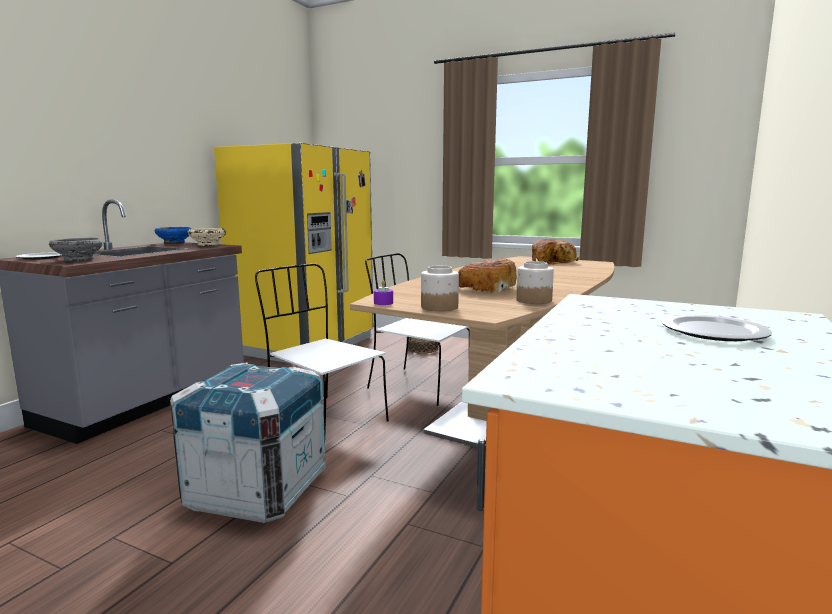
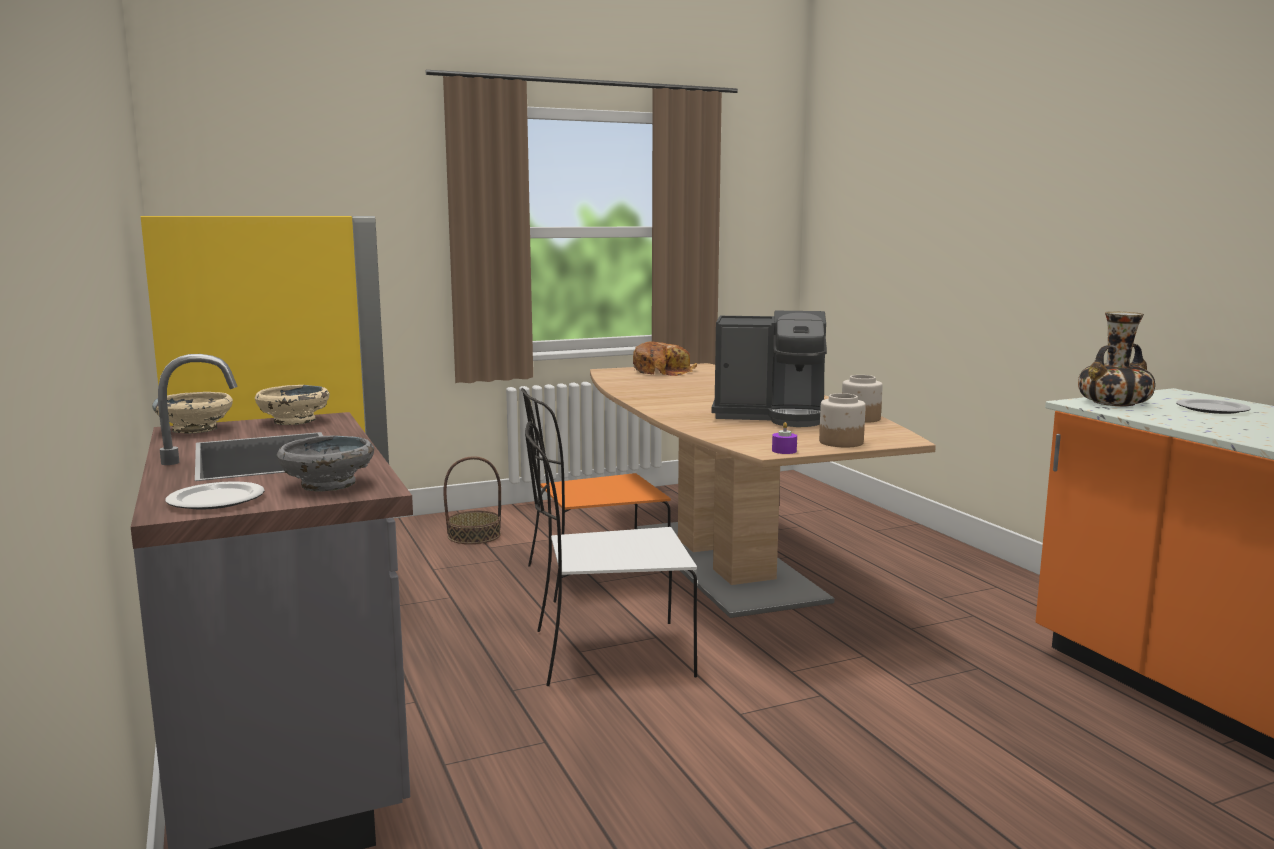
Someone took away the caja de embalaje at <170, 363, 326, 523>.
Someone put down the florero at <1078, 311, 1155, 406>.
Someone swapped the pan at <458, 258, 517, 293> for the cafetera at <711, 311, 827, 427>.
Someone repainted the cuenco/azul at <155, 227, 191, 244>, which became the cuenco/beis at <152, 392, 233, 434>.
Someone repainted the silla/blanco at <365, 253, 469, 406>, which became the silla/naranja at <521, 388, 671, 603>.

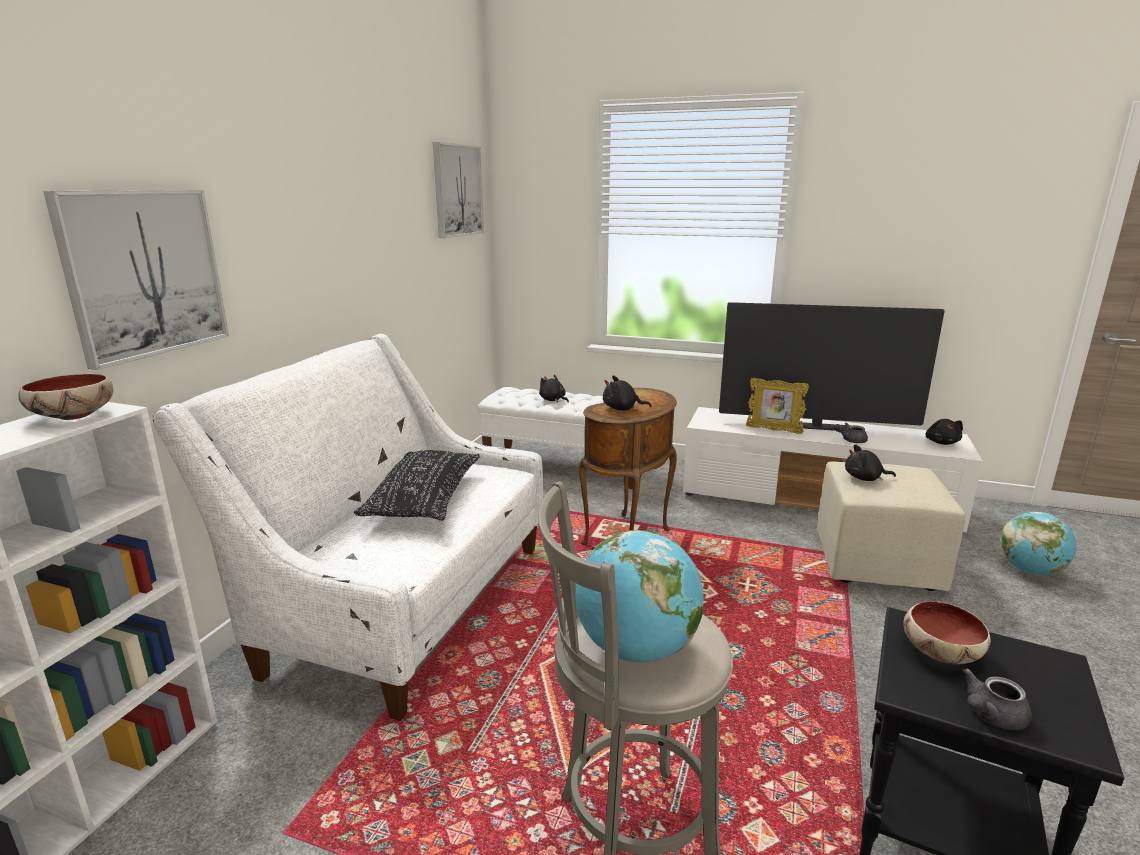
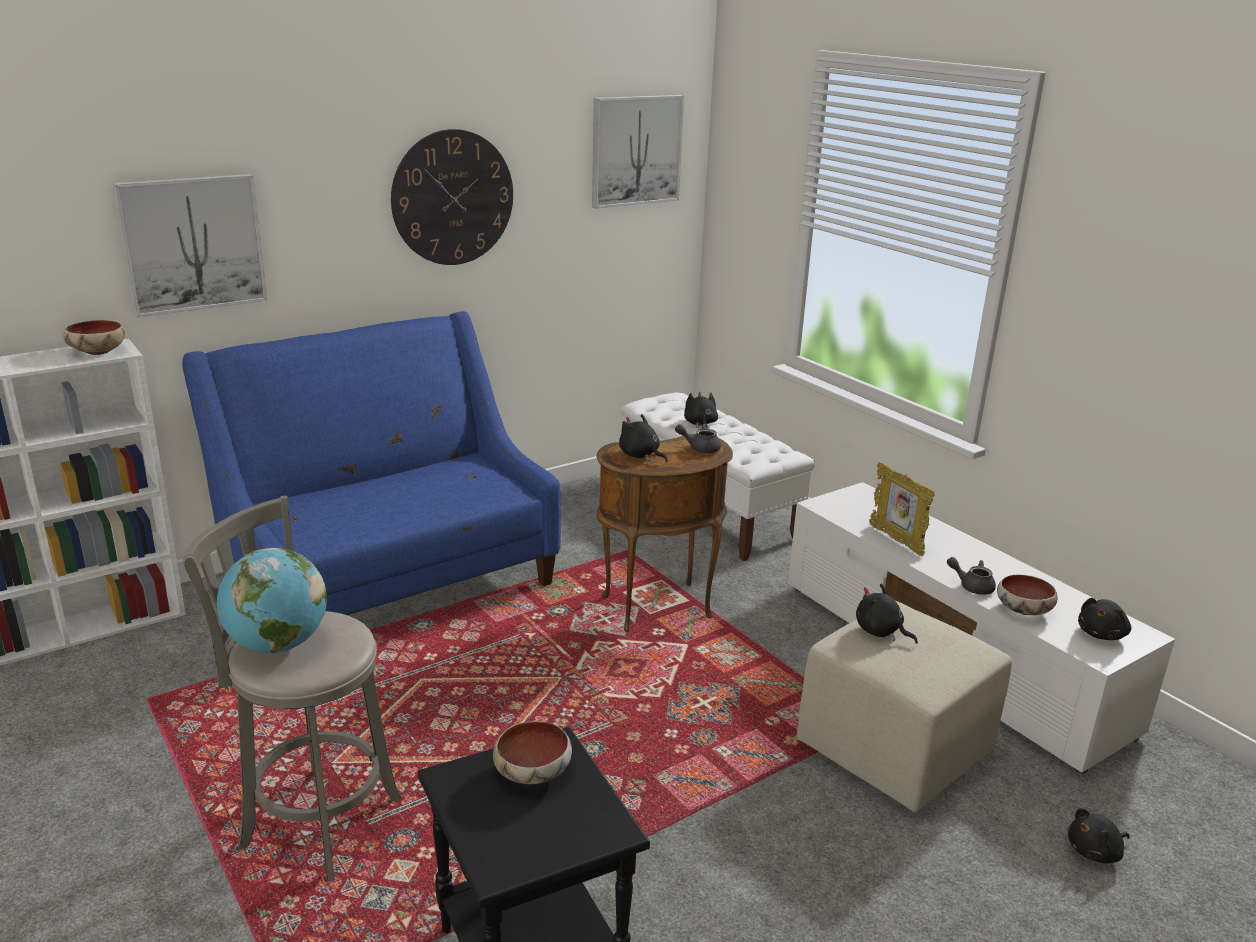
Someone took away the cojín/negro at <354, 450, 480, 521>.
Someone took away the televisor at <719, 302, 945, 431>.
Someone put up the reloj de pared at <391, 129, 513, 265>.
Someone put down the cuenco at <997, 575, 1057, 615>.
Someone carried the tetera/gris from <963, 668, 1032, 730> to <675, 424, 721, 453>.
Someone swapped the globo terráqueo at <1001, 512, 1077, 575> for the peluche/negro at <1068, 808, 1130, 864>.
Someone repainted the sofá/blanco at <152, 334, 543, 721>, which became the sofá/azul at <182, 311, 561, 615>.

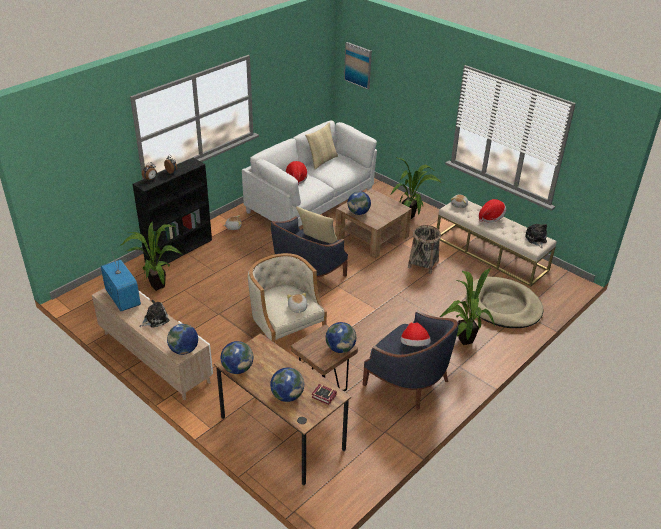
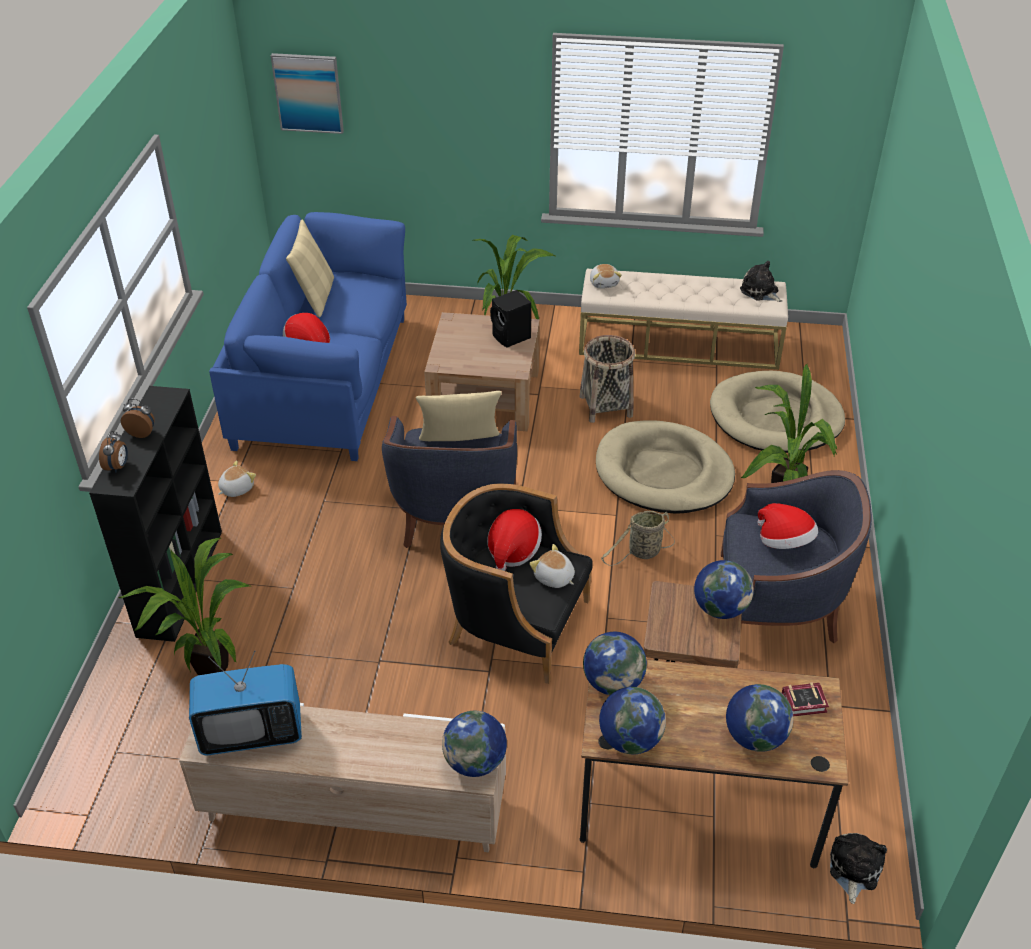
Someone put down the altavoz/negro at <490, 290, 531, 347>.
Someone put down the cama para perro/beis at <596, 421, 735, 514>.
Someone put down the cesta at <601, 511, 675, 566>.
Someone carried the peluche from <139, 300, 169, 328> to <830, 833, 887, 904>.
Someone carried the globo terráqueo from <348, 191, 371, 215> to <583, 632, 647, 695>.
Someone carried the sombrero from <479, 199, 506, 223> to <487, 509, 542, 571>.
Someone repainted the sofá/blanco at <242, 121, 377, 226>, which became the sofá/azul at <209, 212, 407, 461>.
Someone repainted the sillón/beis at <248, 253, 327, 343>, which became the sillón/negro at <440, 484, 593, 684>.
Someone rotated the televisor at <101, 249, 141, 311> by 150 degrees clockwise.

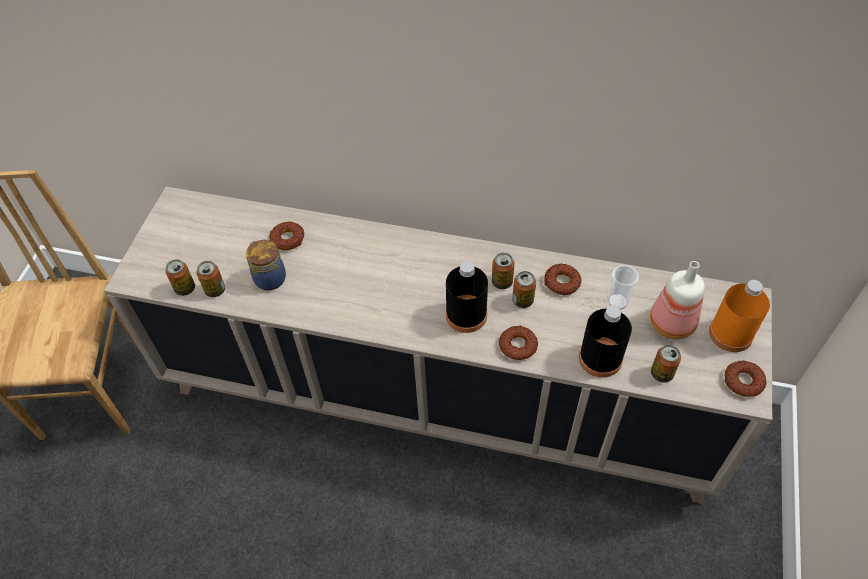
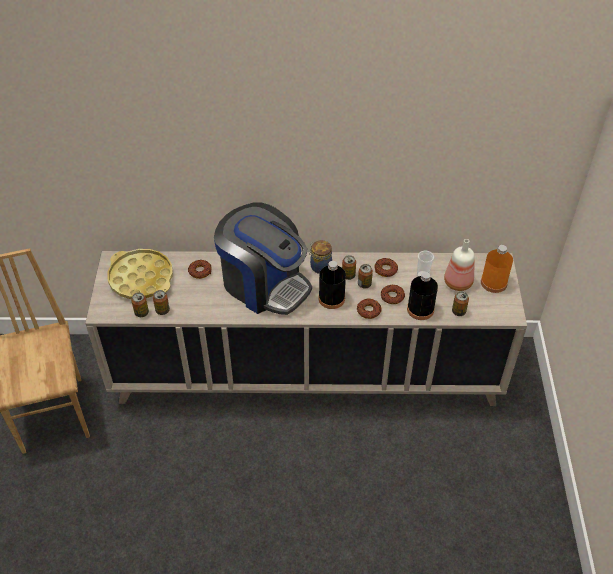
Someone put down the bandeja/amarillo at <107, 249, 173, 299>.
Someone put down the cafetera at <214, 203, 312, 315>.
Someone carried the tarro from <246, 240, 286, 290> to <310, 240, 332, 274>.
Someone carried the rosquilla from <725, 361, 767, 397> to <381, 284, 405, 304>.

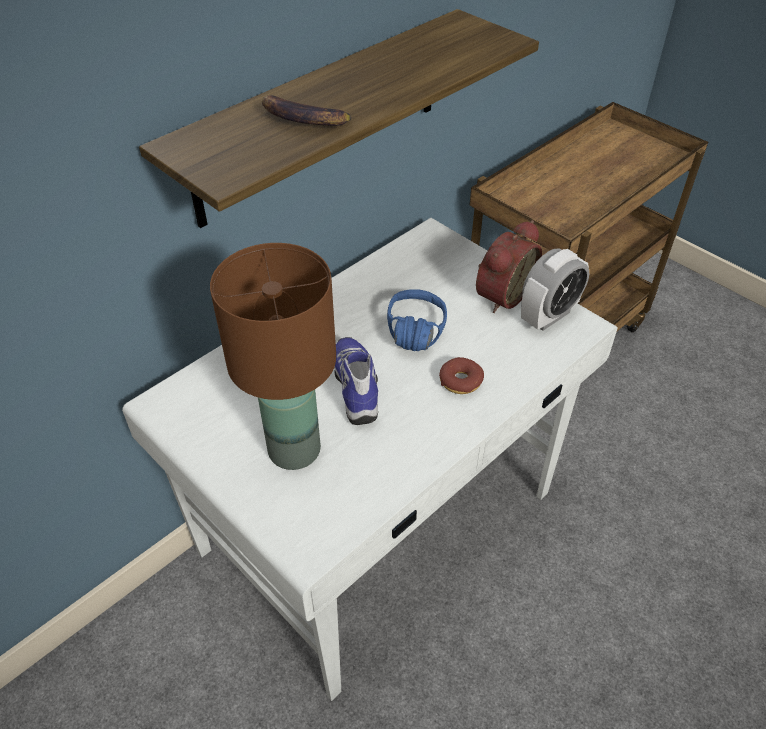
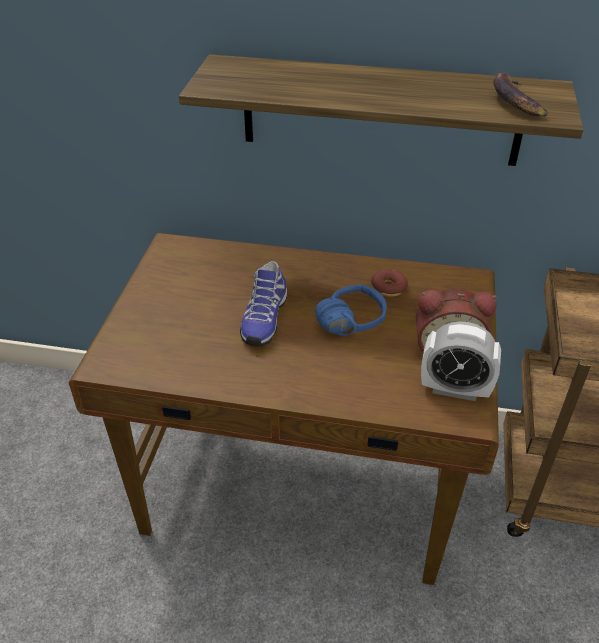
Someone took away the lámpara de mesa/marrón at <210, 243, 336, 470>.
Someone carried the plátano from <262, 95, 351, 126> to <493, 73, 548, 117>.
Someone carried the rosquilla from <439, 357, 484, 394> to <371, 269, 408, 297>.
Someone repainted the escritorio/blanco at <122, 218, 618, 701>, which became the escritorio/marrón at <69, 233, 499, 585>.
Someone rotated the zapato at <334, 337, 378, 425> by 150 degrees clockwise.

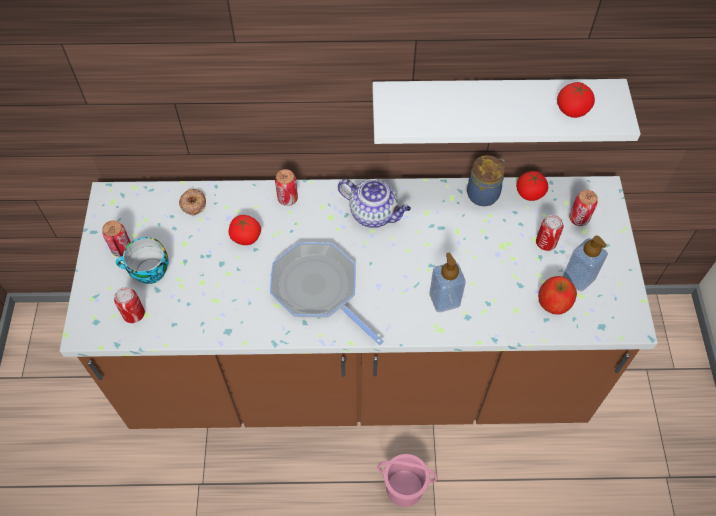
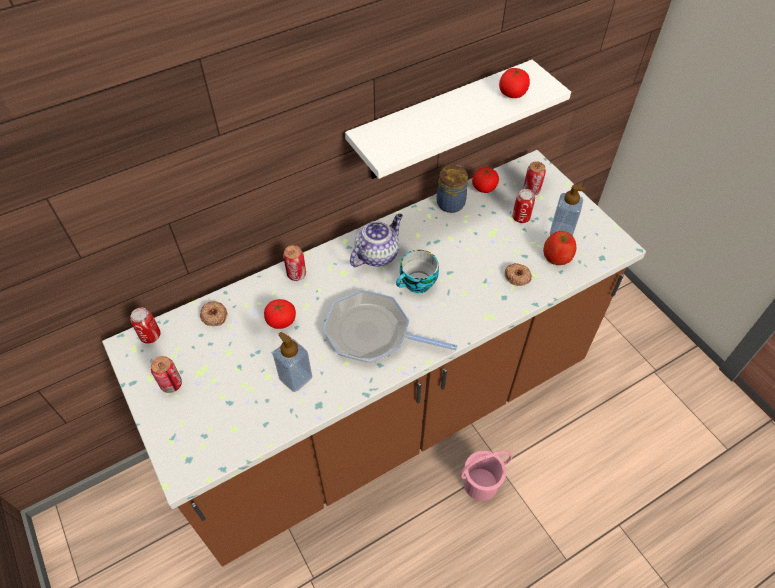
Someone put down the rosquilla at <505, 263, 532, 286>.
Someone carried the lata from <114, 287, 145, 323> to <130, 308, 161, 344>.
Someone carried the taza from <116, 237, 169, 284> to <396, 250, 439, 293>.
Someone carried the dispensador de jabón from <429, 253, 466, 312> to <273, 332, 312, 392>.
Someone rotated the tetera at <338, 179, 411, 228> by 45 degrees counterclockwise.

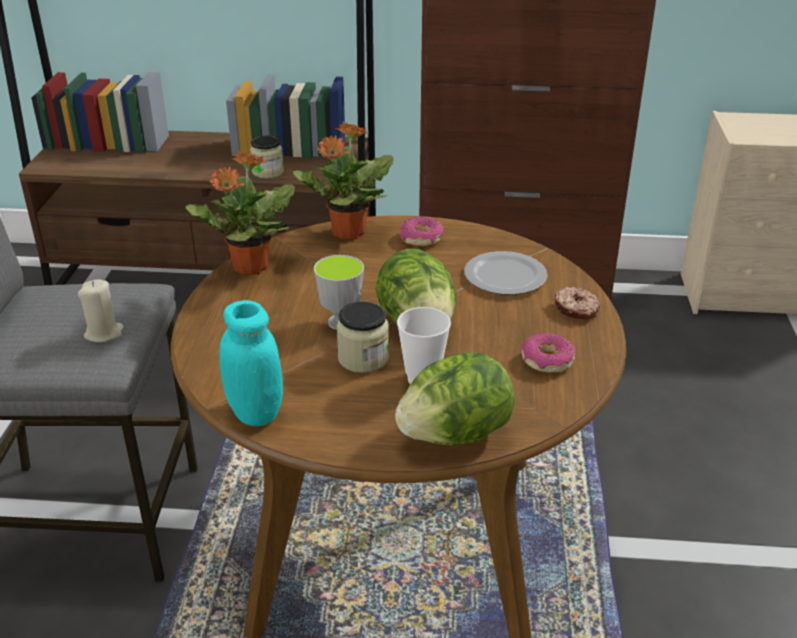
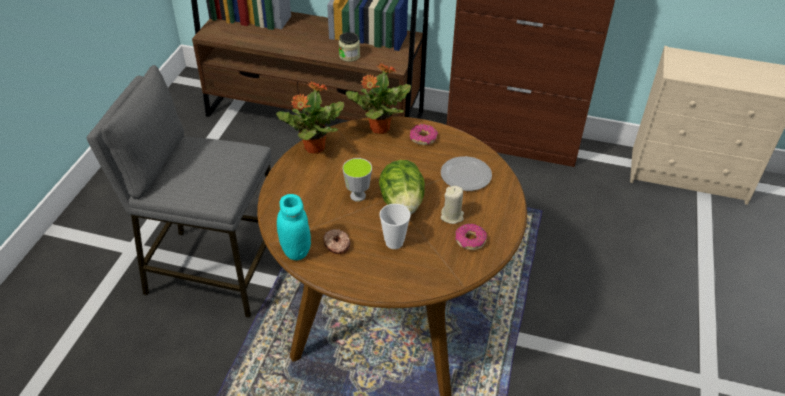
Someone took away the tarro at <337, 302, 389, 373>.
Someone took away the lechuga at <395, 352, 515, 445>.
Someone carried the vela/beis from <78, 279, 124, 342> to <441, 186, 464, 224>.
Someone carried the rosquilla from <554, 287, 600, 320> to <323, 229, 350, 254>.

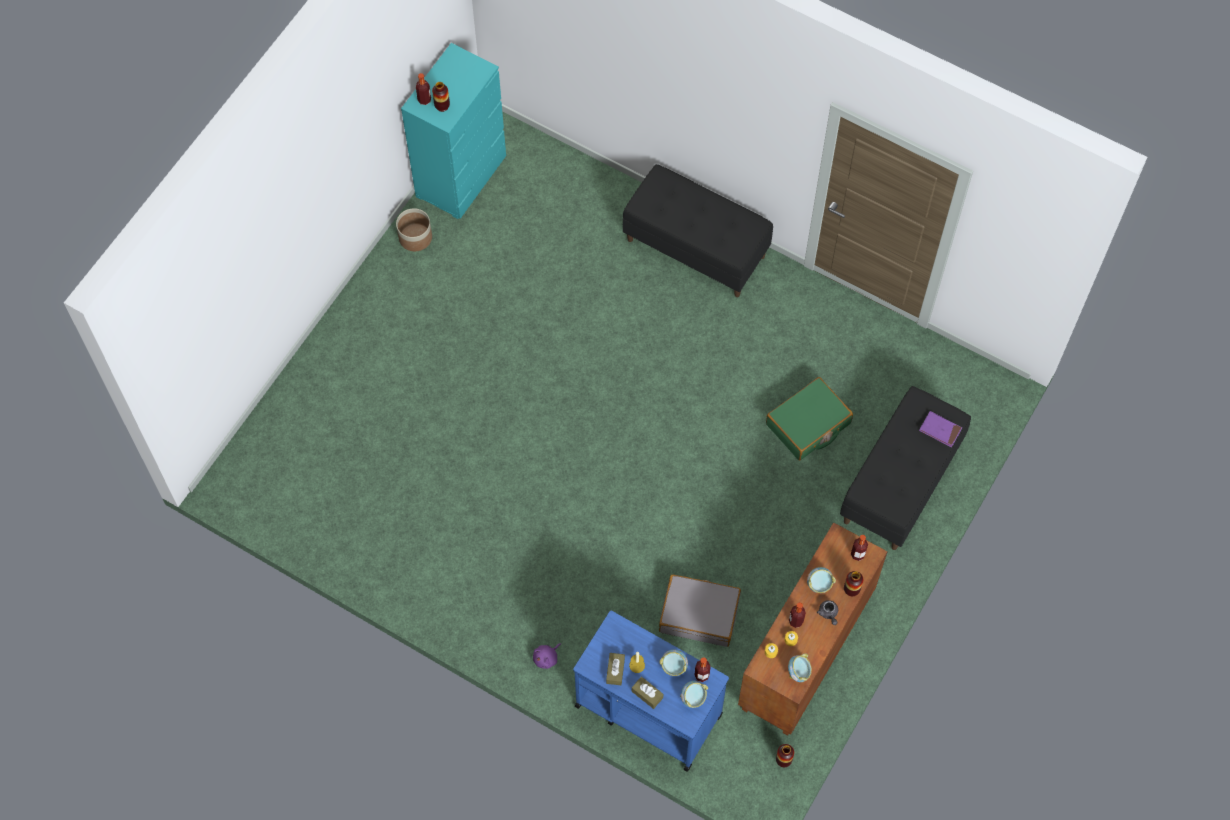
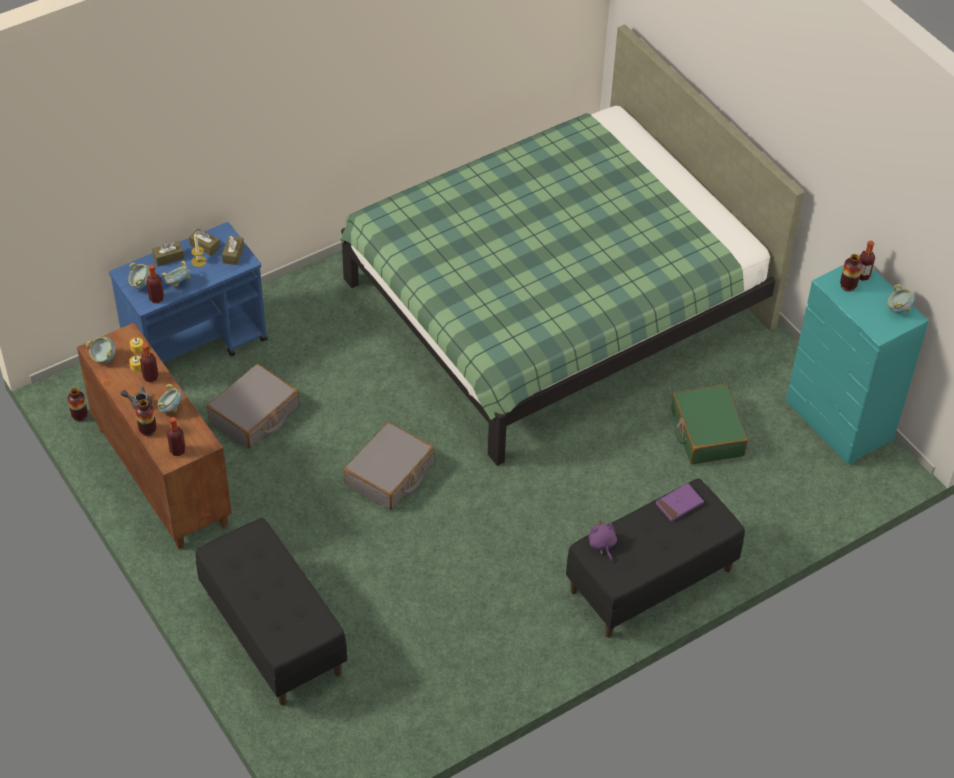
Someone took away the maceta at <396, 208, 432, 251>.
Someone put down the caja de pañuelos/marrón at <222, 236, 244, 265>.
Someone put down the cama/verde at <340, 25, 804, 466>.
Someone put down the maleta/gris at <343, 422, 434, 510>.
Someone put down the cuenco at <887, 284, 914, 313>.
Someone carried the peluche/morado from <533, 643, 561, 669> to <589, 520, 617, 561>.
Someone carried the maleta/verde from <766, 377, 853, 461> to <671, 384, 748, 464>.
Someone carried the libro/morado from <919, 411, 962, 447> to <656, 483, 704, 522>.

